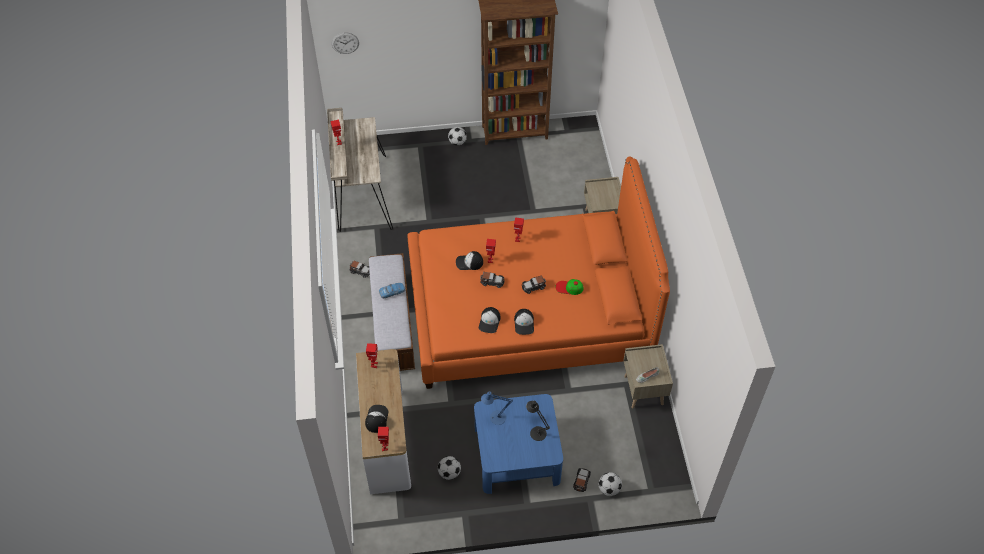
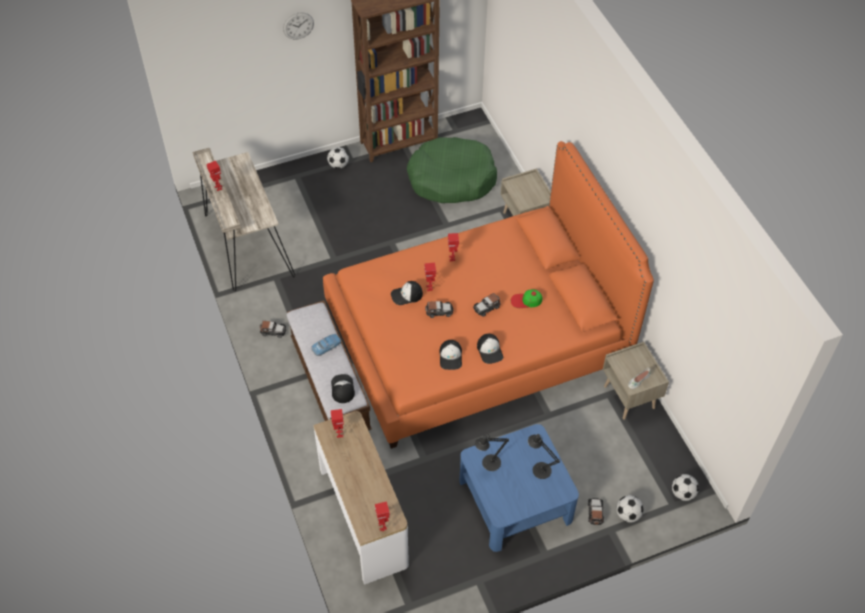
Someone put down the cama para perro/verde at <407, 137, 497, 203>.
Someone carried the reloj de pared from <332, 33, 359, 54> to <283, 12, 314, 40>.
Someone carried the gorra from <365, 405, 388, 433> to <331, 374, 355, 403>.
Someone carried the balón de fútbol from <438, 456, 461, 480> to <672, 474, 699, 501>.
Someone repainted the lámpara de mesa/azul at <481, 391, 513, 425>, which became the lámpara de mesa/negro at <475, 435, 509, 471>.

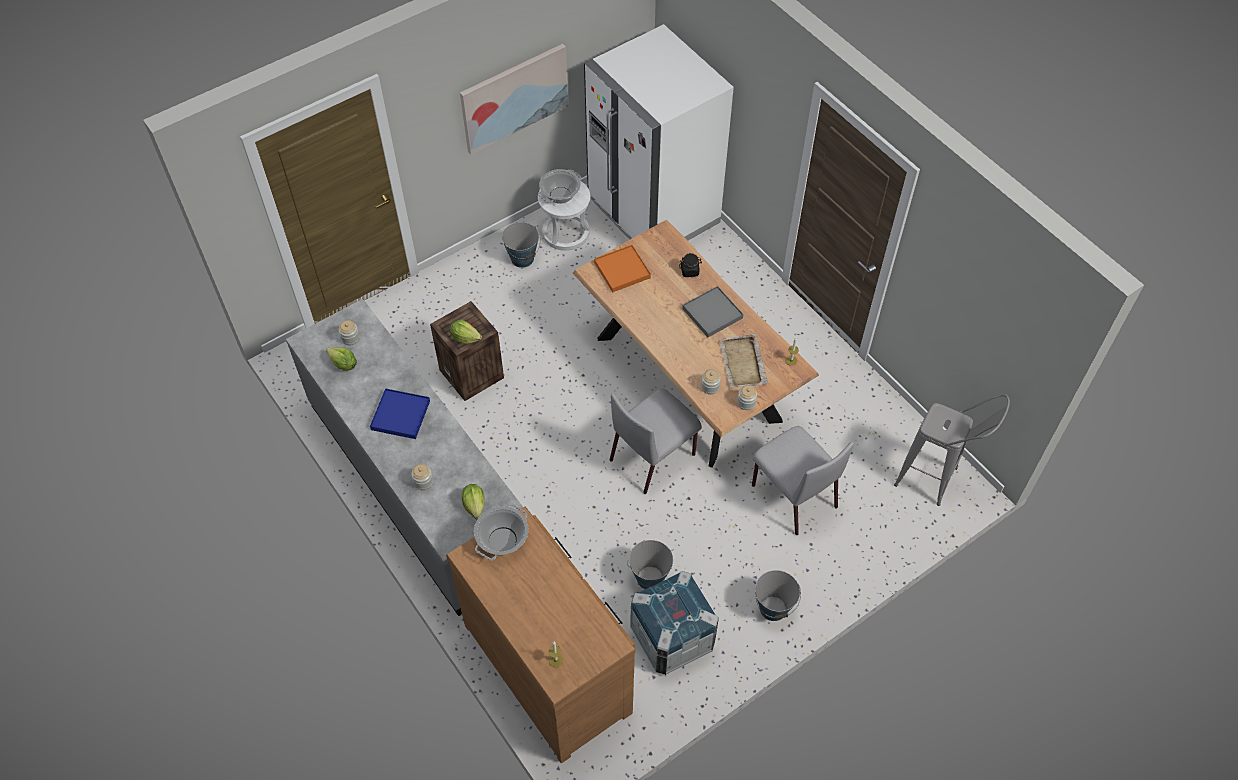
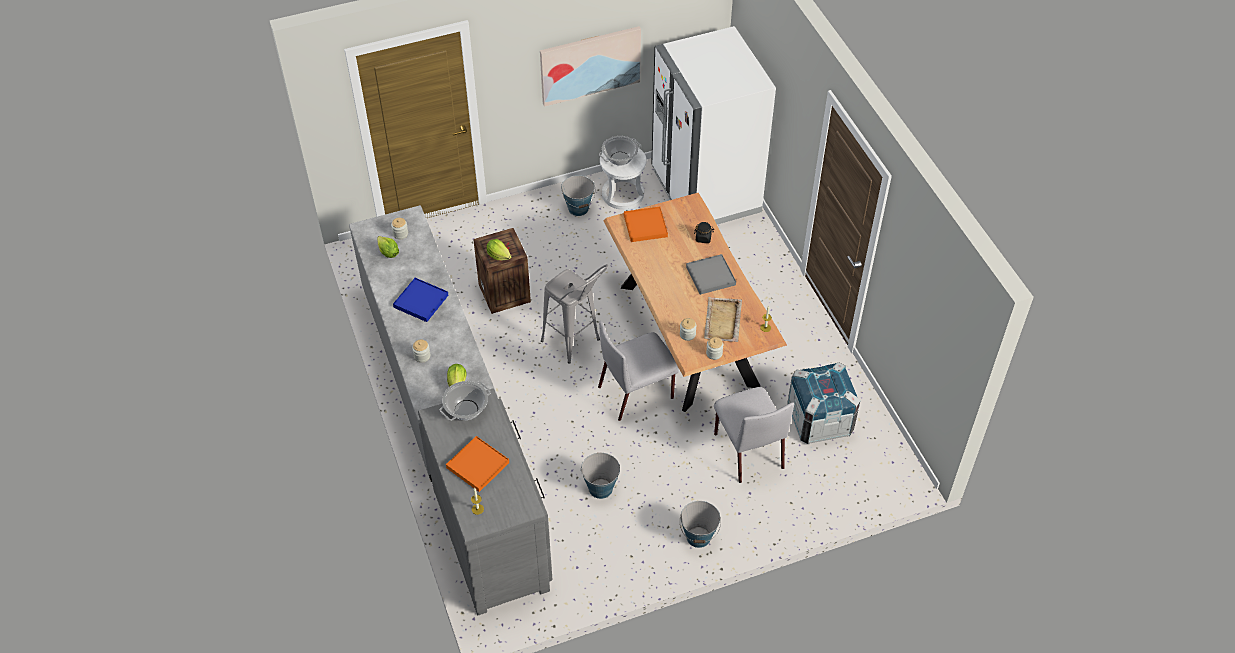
Someone put down the bandeja/naranja at <446, 436, 509, 492>.
Someone carried the caja de embalaje from <630, 571, 719, 675> to <787, 362, 860, 444>.
Someone carried the taburete/gris from <894, 394, 1010, 506> to <541, 264, 608, 364>.
Someone repainted the cómoda/marrón at <446, 506, 635, 763>, which became the cómoda/gris at <418, 388, 553, 615>.

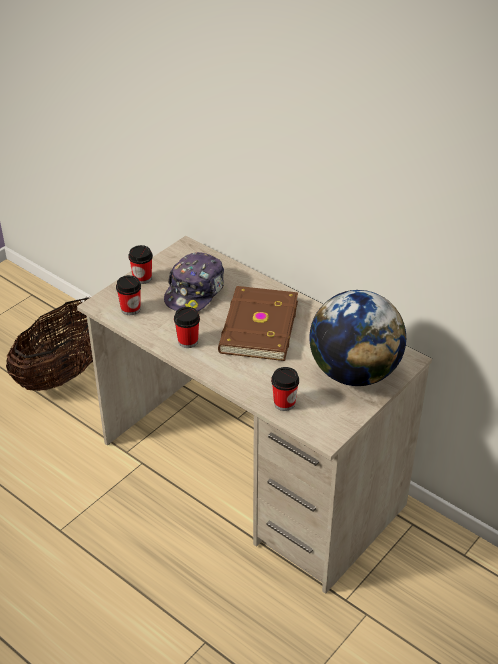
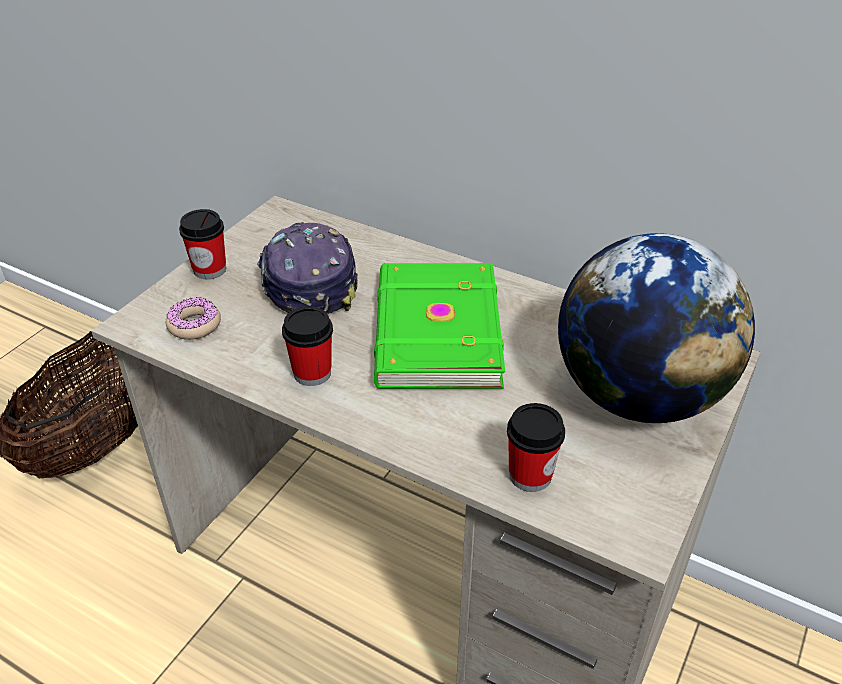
Someone swapped the taza at <116, 275, 141, 315> for the rosquilla at <166, 297, 221, 340>.
Someone repainted the libro/marrón at <218, 286, 298, 361>, which became the libro/verde at <374, 263, 505, 389>.
Someone rotated the gorra at <164, 252, 224, 311> by 150 degrees clockwise.

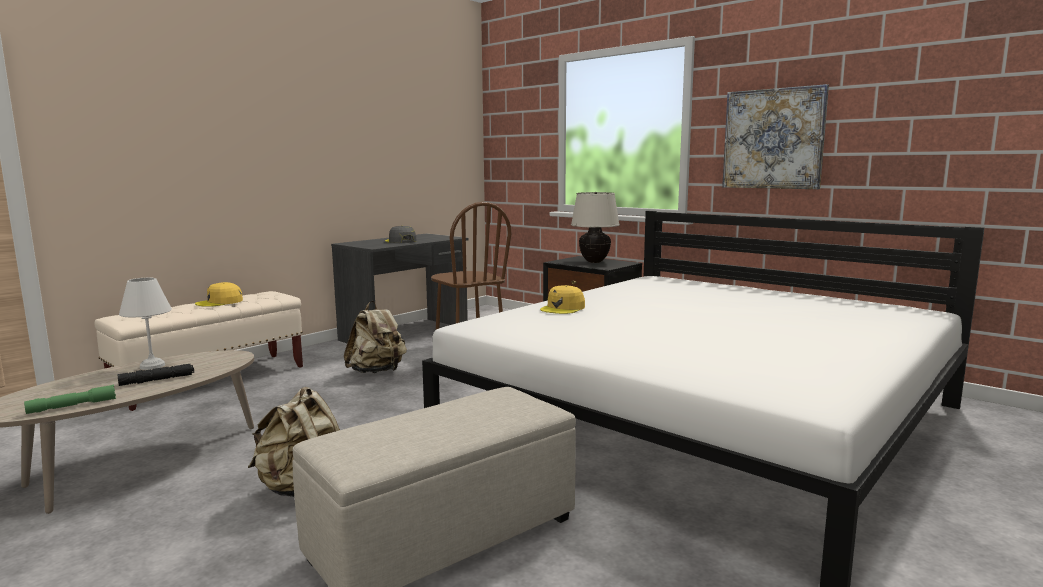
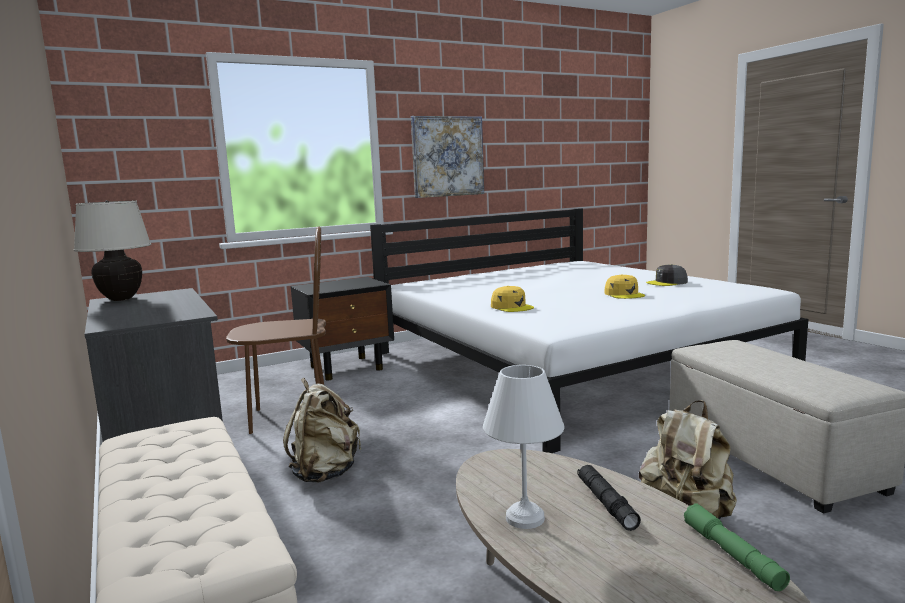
Someone carried the gorra/amarillo from <195, 282, 243, 307> to <604, 274, 645, 299>.
Someone carried the gorra/gris from <385, 226, 417, 243> to <646, 264, 688, 286>.
Someone carried the lámpara de mesa/beis from <571, 192, 620, 263> to <73, 200, 152, 301>.

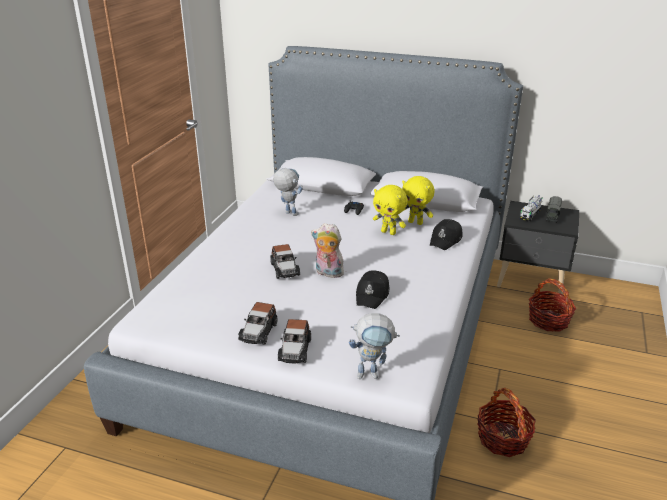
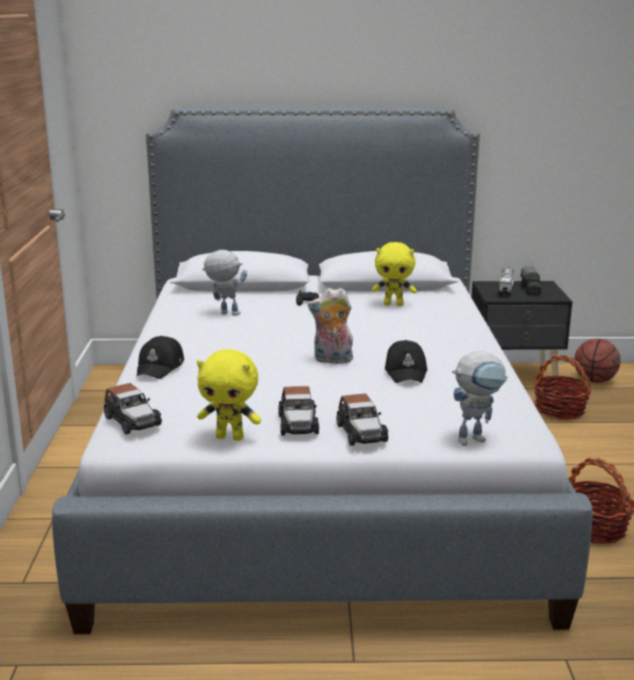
Someone put down the balón de baloncesto at <574, 338, 621, 383>.
Someone carried the coche de juguete from <270, 244, 300, 279> to <104, 383, 162, 434>.
Someone carried the peluche/amarillo from <373, 185, 408, 235> to <197, 349, 261, 441>.
Someone carried the gorra/negro from <430, 219, 463, 250> to <136, 336, 184, 379>.

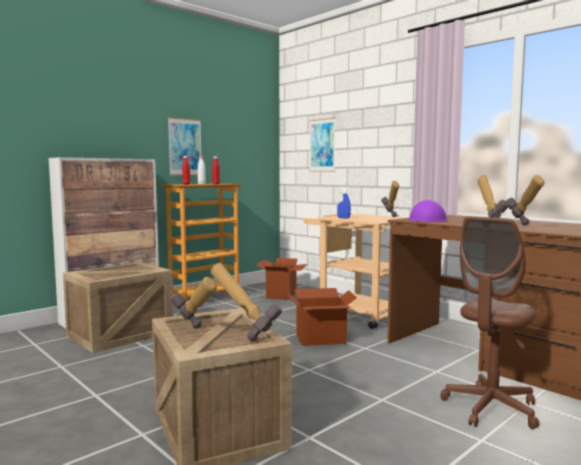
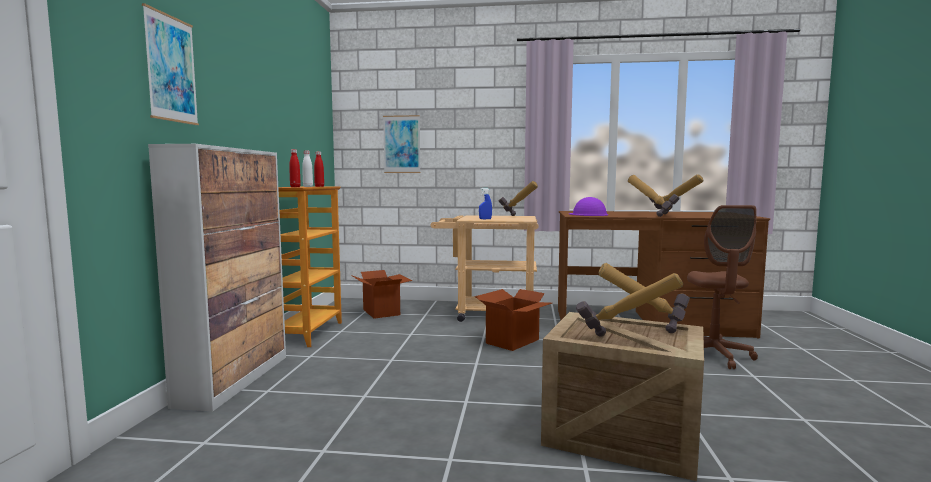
Someone took away the caja de embalaje at <63, 262, 173, 353>.
Someone carried the cuadro from <168, 117, 201, 175> to <142, 3, 199, 125>.

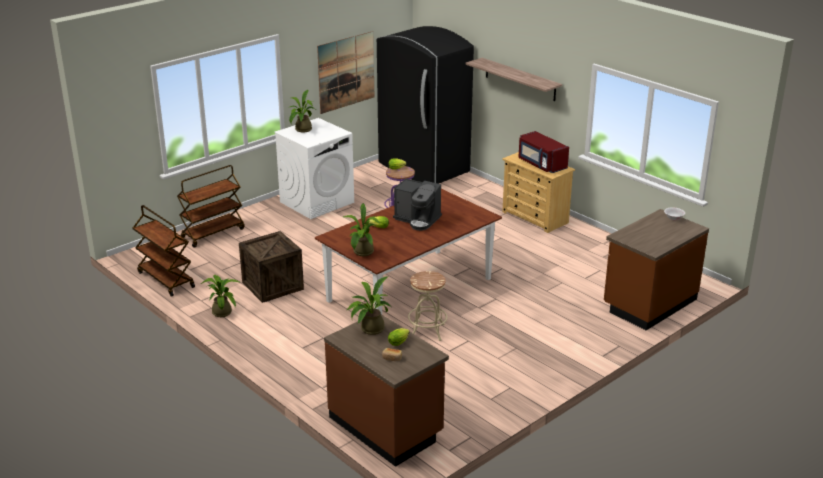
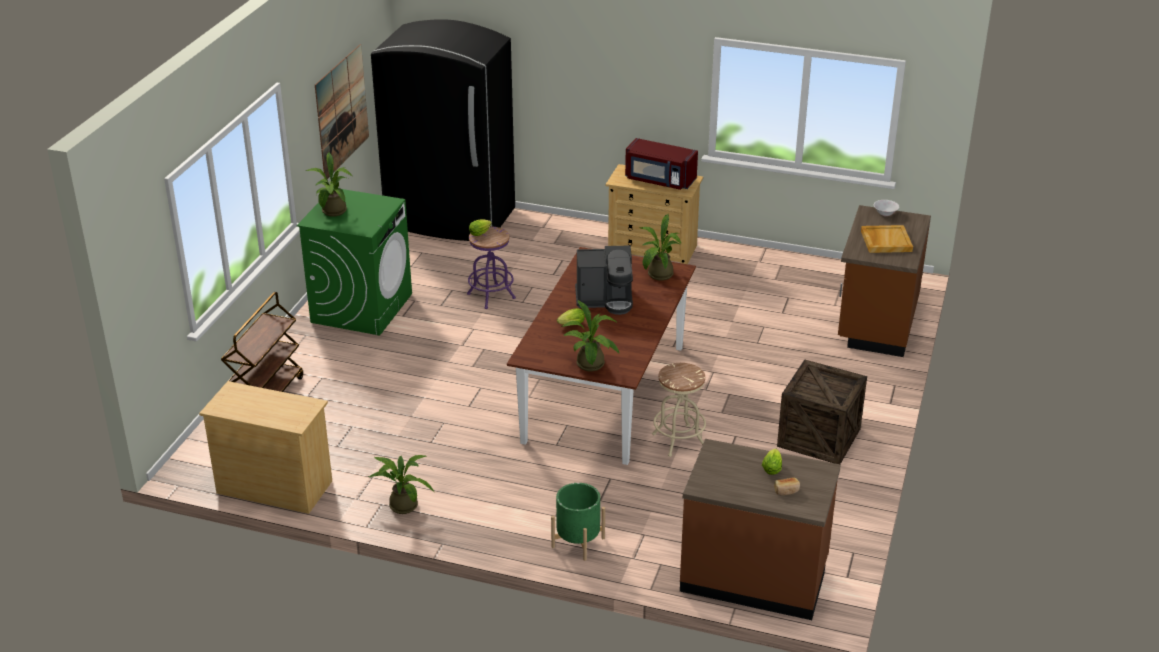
Someone took away the estante at <465, 58, 562, 101>.
Someone put down the maceta/verde at <551, 483, 605, 561>.
Someone put down the bandeja/beis at <861, 225, 913, 253>.
Someone carried the caja de embalaje from <239, 231, 304, 303> to <777, 360, 867, 464>.
Someone carried the planta en maceta from <347, 276, 391, 335> to <639, 214, 681, 281>.
Someone swapped the carrito/marrón at <133, 205, 195, 297> for the cómoda/beis at <199, 381, 332, 514>.
Someone repainted the lavadora/blanco at <274, 118, 354, 219>, which became the lavadora/verde at <297, 188, 412, 335>.

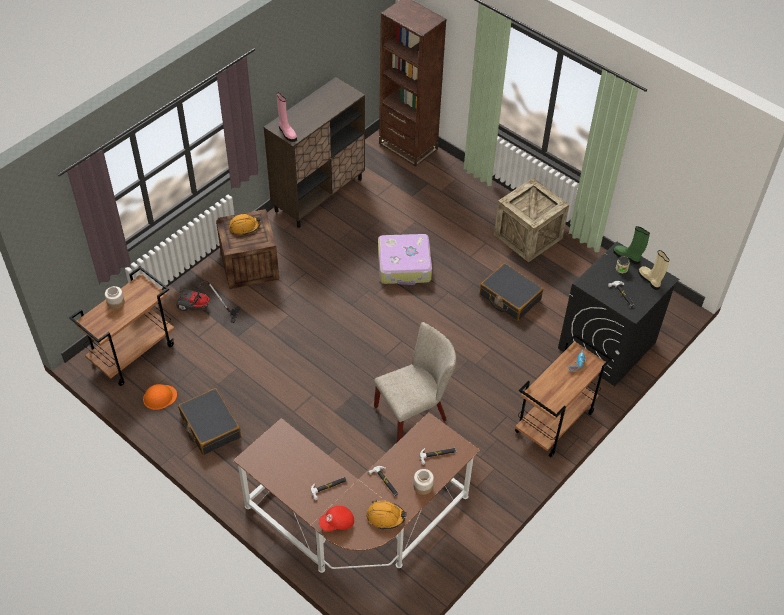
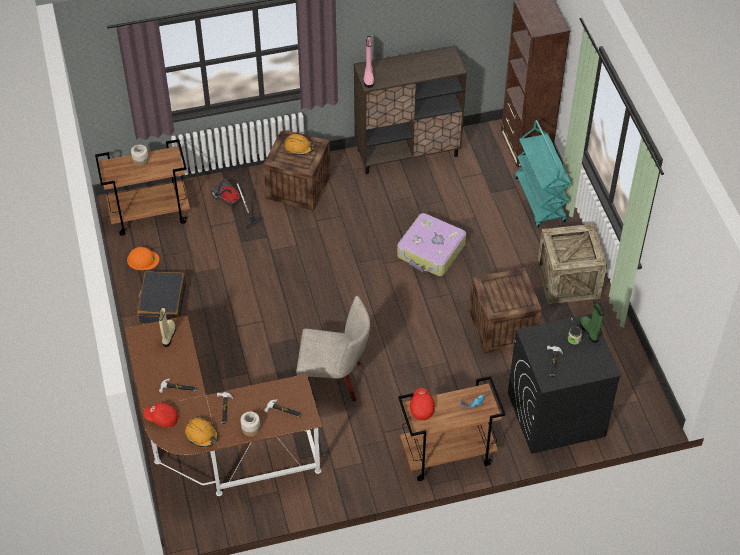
Someone put down the gorra/rojo at <410, 388, 435, 421>.
Someone put down the carrito/turquesa at <514, 120, 571, 227>.
Someone carried the bota/beis from <638, 250, 669, 290> to <158, 307, 176, 347>.
Someone swapped the maleta/negro at <480, 263, 543, 321> for the caja de embalaje at <469, 267, 542, 353>.

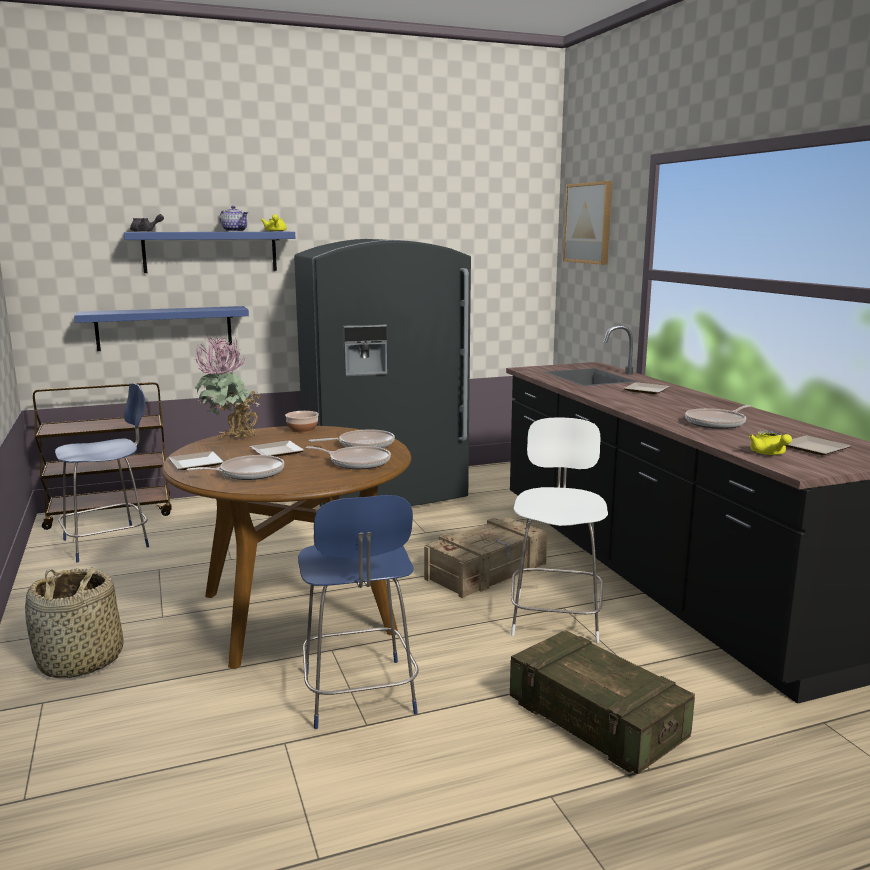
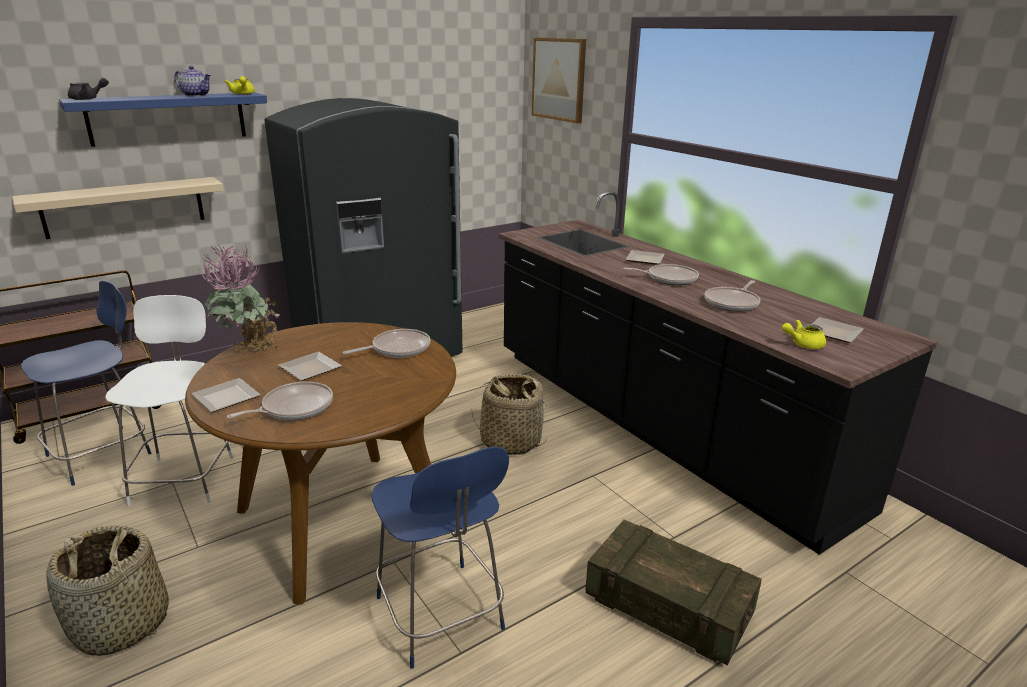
Someone took away the cuenco at <285, 411, 319, 433>.
Someone carried the sartén from <306, 446, 391, 469> to <623, 264, 699, 285>.
Someone carried the silla/blanco from <511, 417, 608, 643> to <105, 295, 233, 506>.
Someone swapped the caja de embalaje at <424, 517, 547, 598> for the cesta at <471, 374, 548, 455>.
Someone repainted the estante/azul at <74, 306, 249, 351>, which became the estante/beis at <13, 177, 224, 239>.
Someone rotated the tetera/amarillo at <749, 430, 792, 455> by 105 degrees clockwise.

